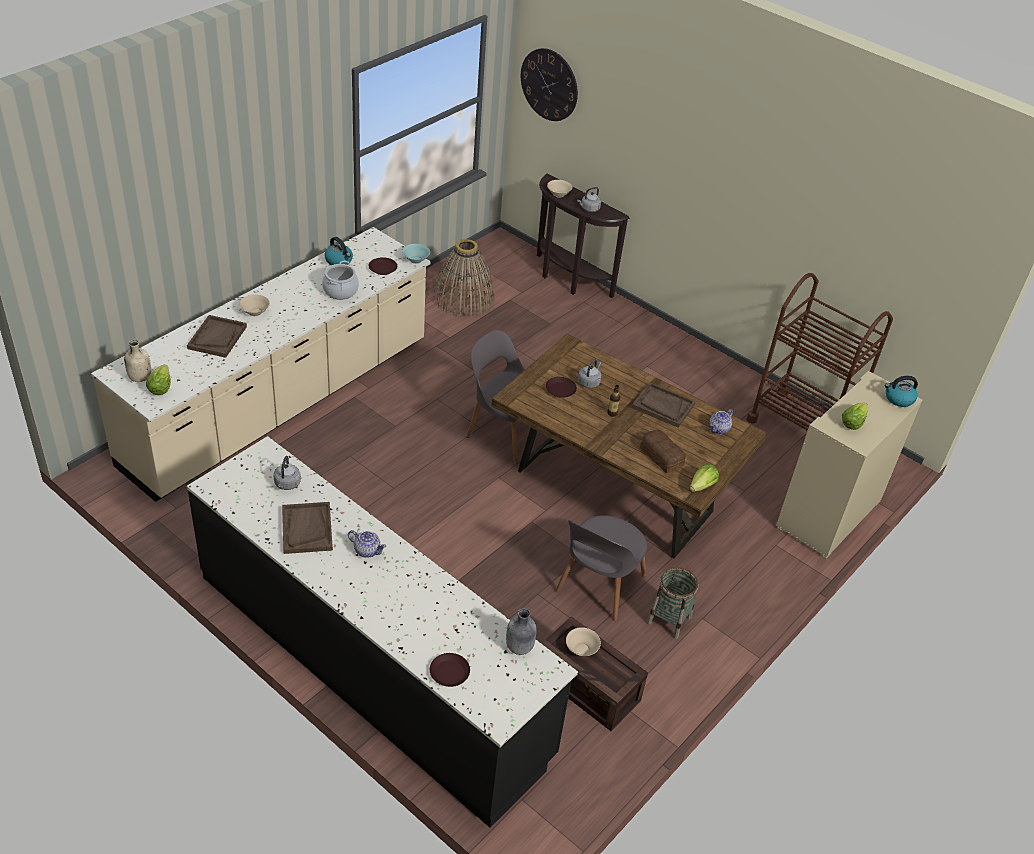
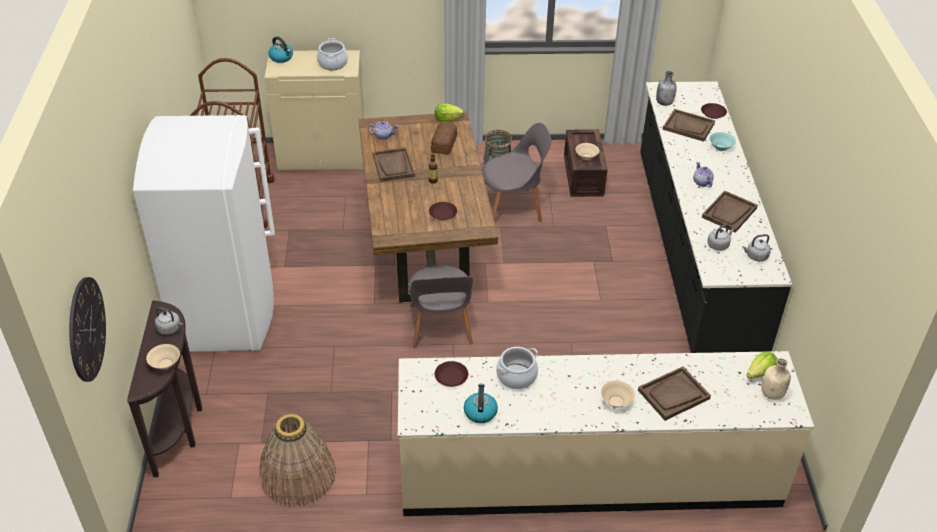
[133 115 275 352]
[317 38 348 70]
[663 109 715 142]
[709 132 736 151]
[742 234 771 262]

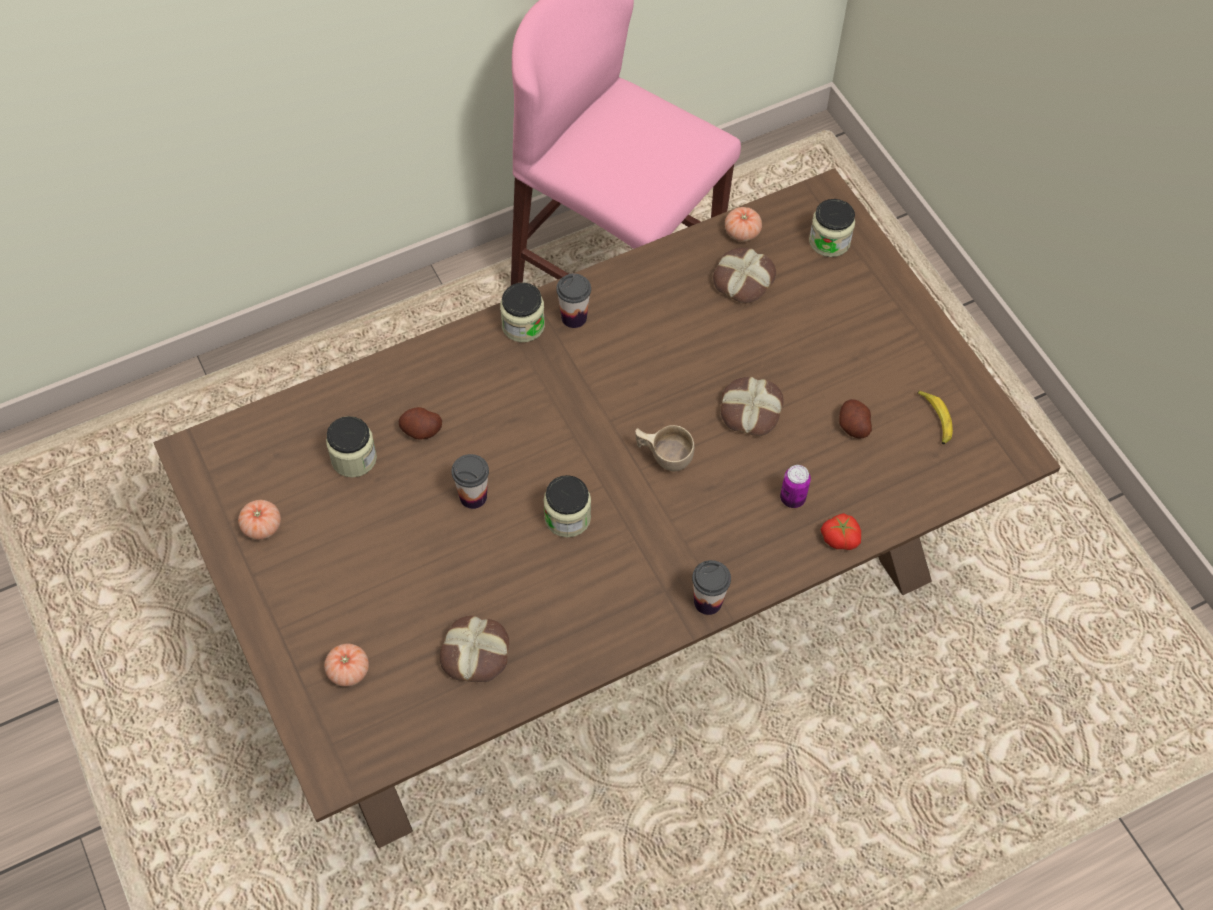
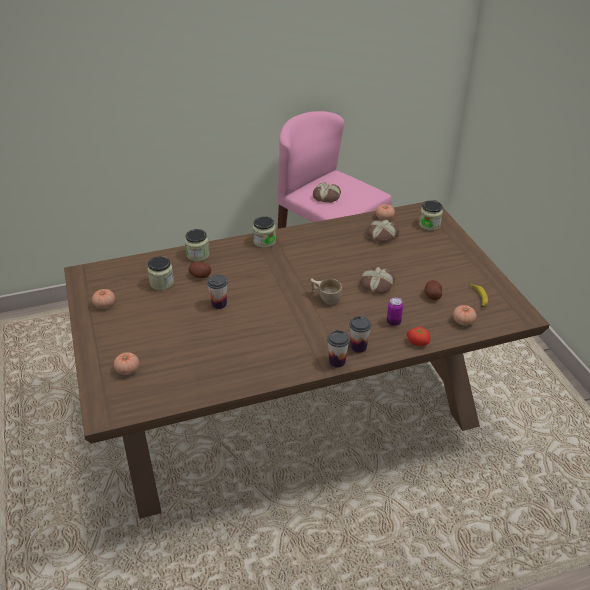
[185 229 210 261]
[313 182 341 203]
[350 316 371 353]
[453 305 476 325]

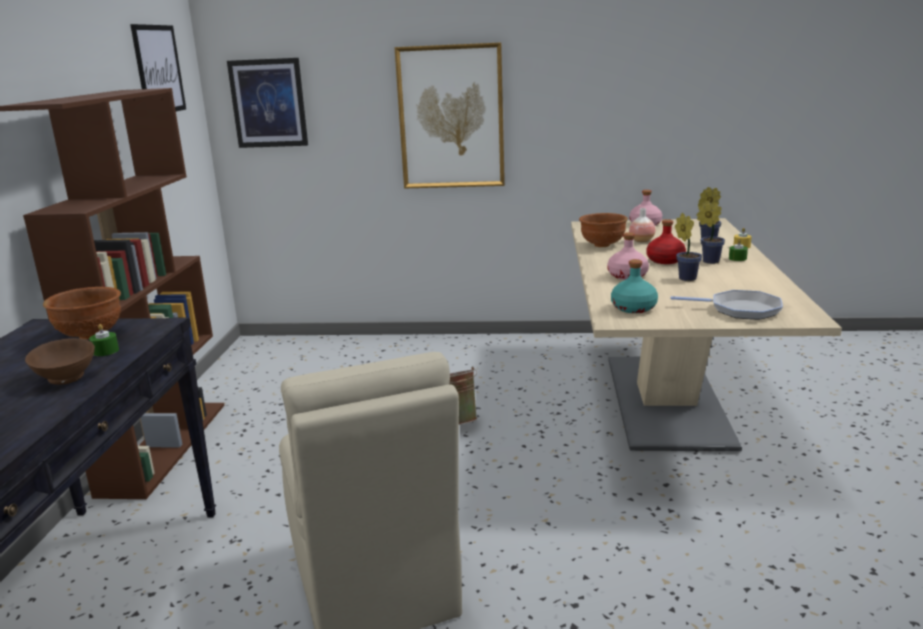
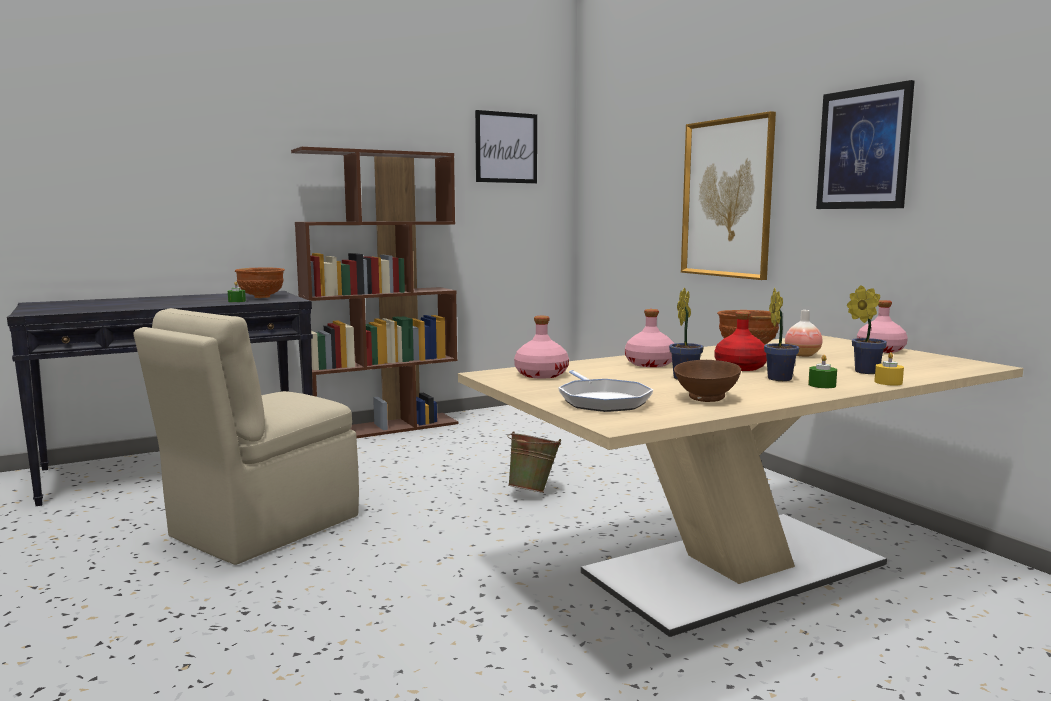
[514 316 569 378]
[674 360 741 402]
[816 80 915 209]

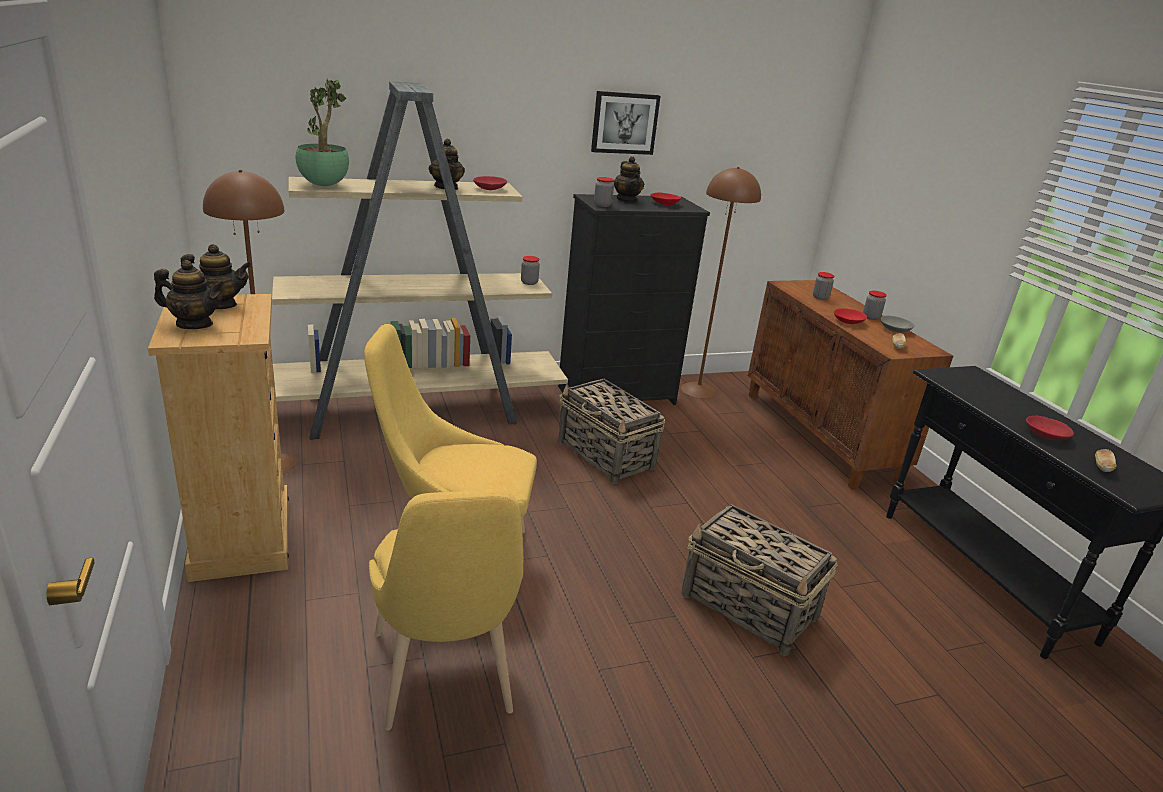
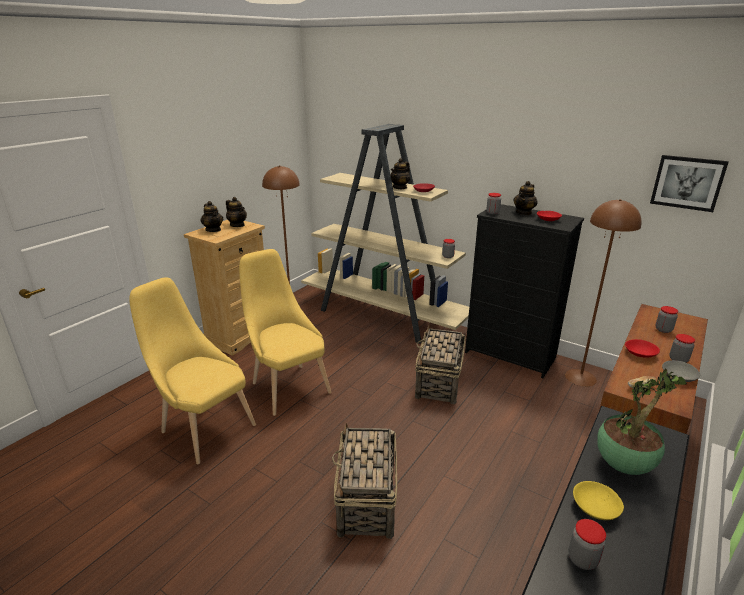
[129 277 256 464]
[568 519 606 570]
[573 481 624 520]
[597 369 687 475]
[650 155 729 212]

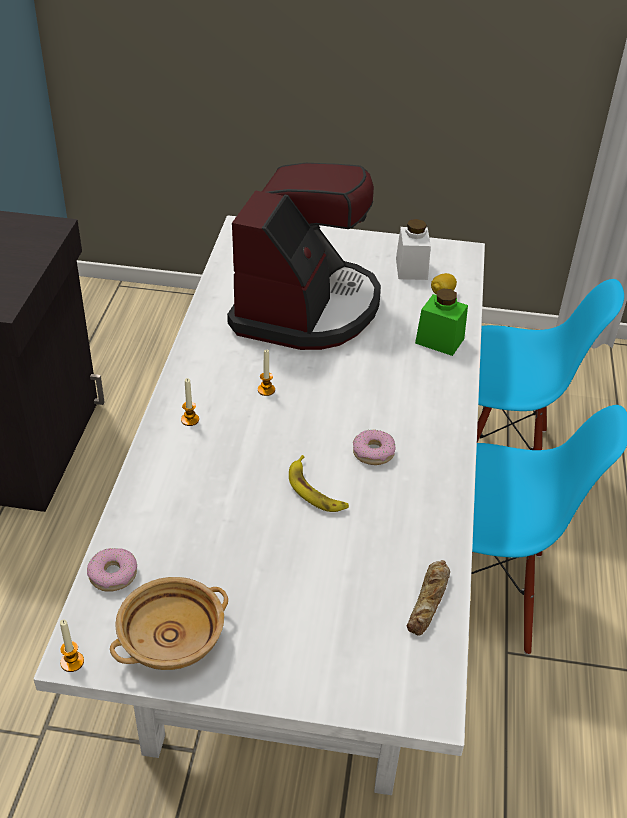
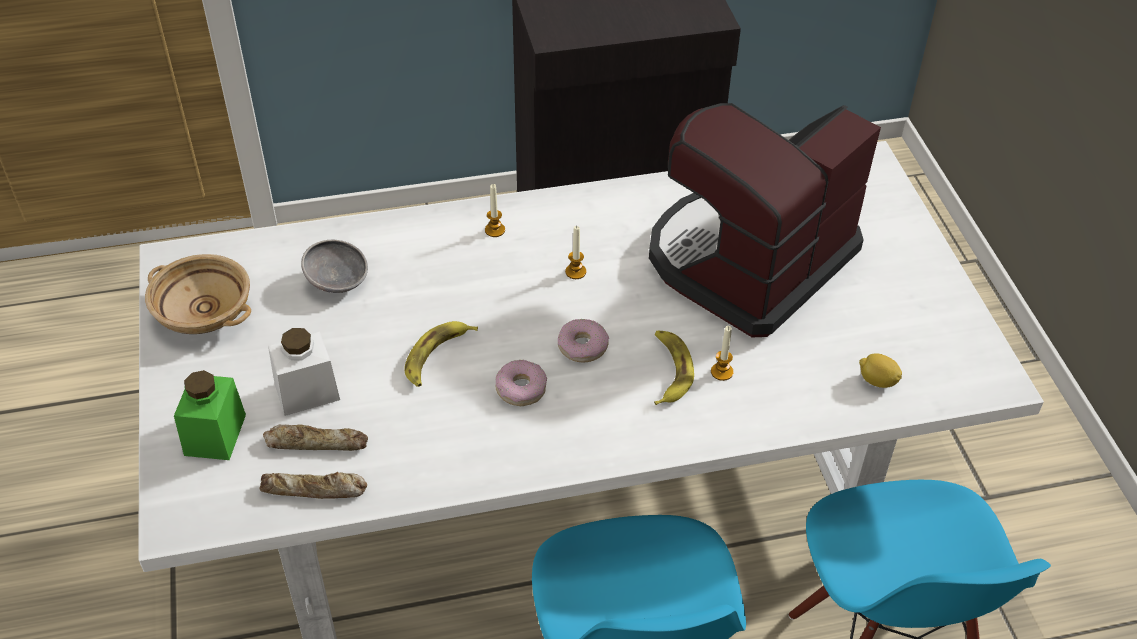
[174 370 246 460]
[263 424 368 451]
[268 328 340 416]
[301 240 368 293]
[558 319 609 362]
[649 103 881 337]
[654 331 694 405]
[711 326 734 381]

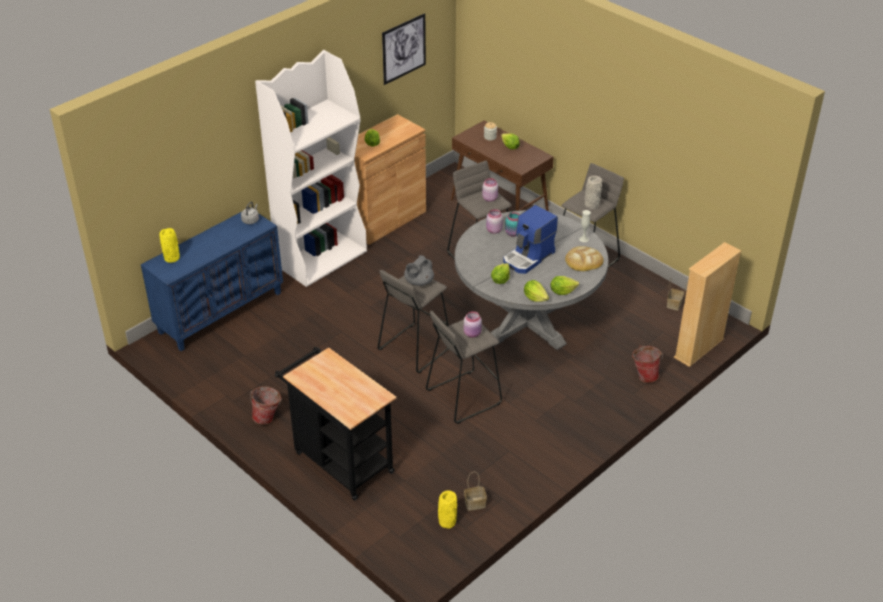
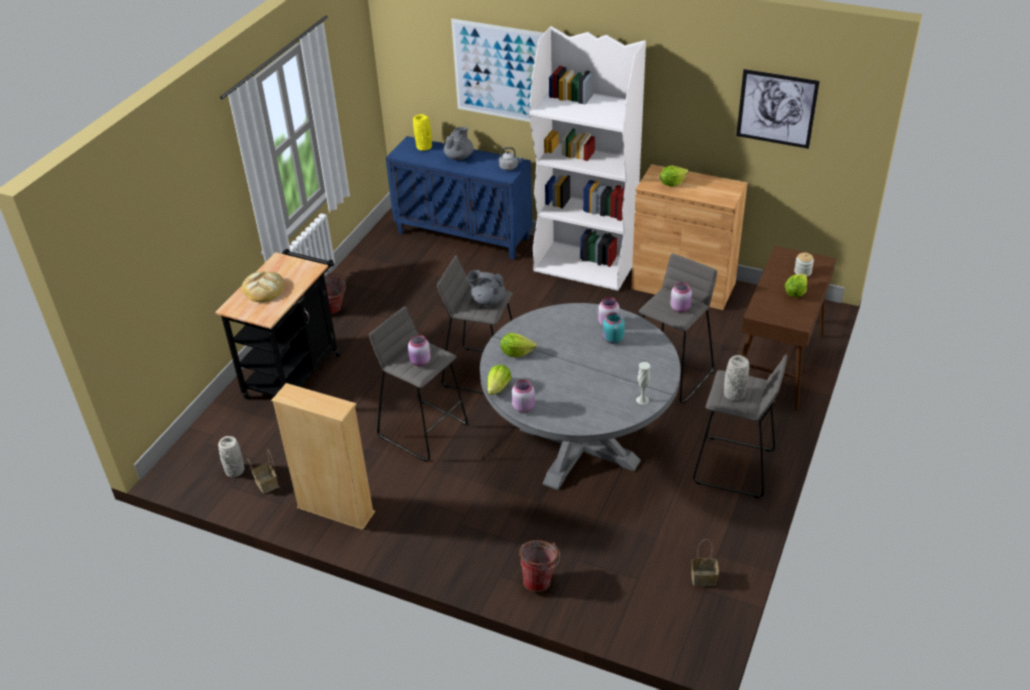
[218 436 245 477]
[242 272 285 302]
[271 383 375 530]
[444 127 474 160]
[451 19 544 122]
[512 380 535 413]
[503 205 558 274] (first image)

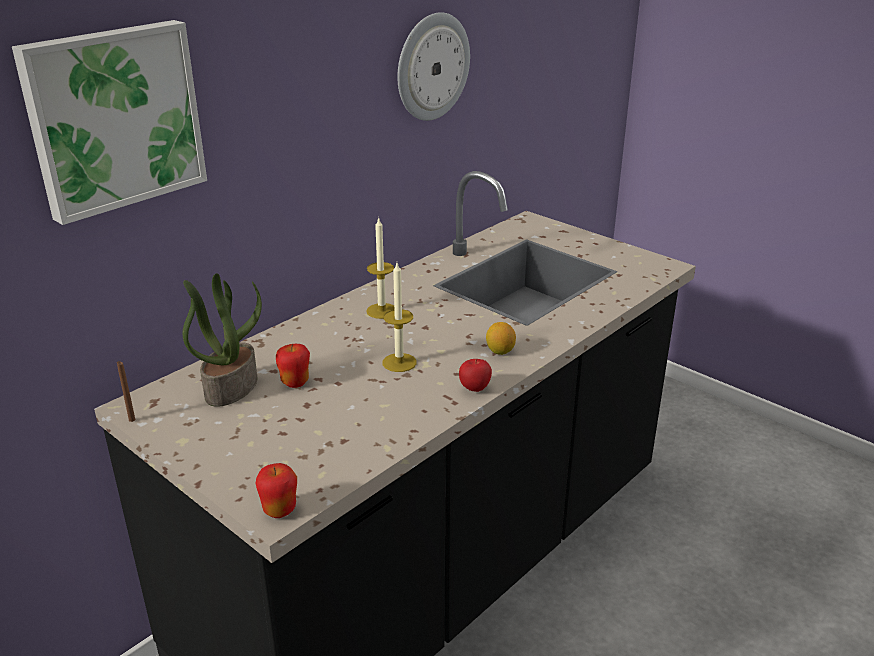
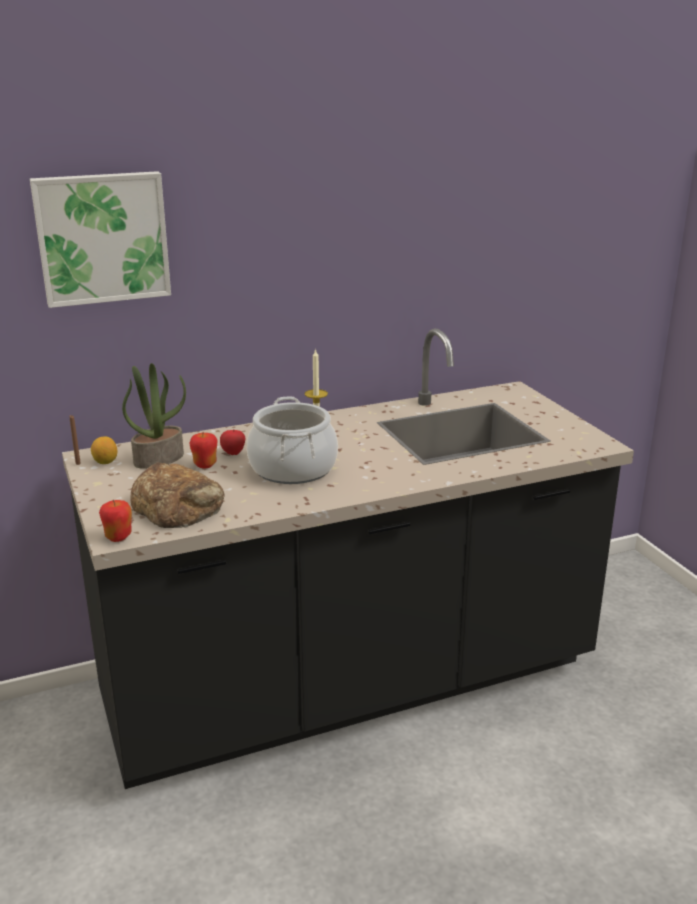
[91 436 117 464]
[131 462 224 528]
[220 429 245 455]
[247 397 338 484]
[398 12 470 121] (first image)

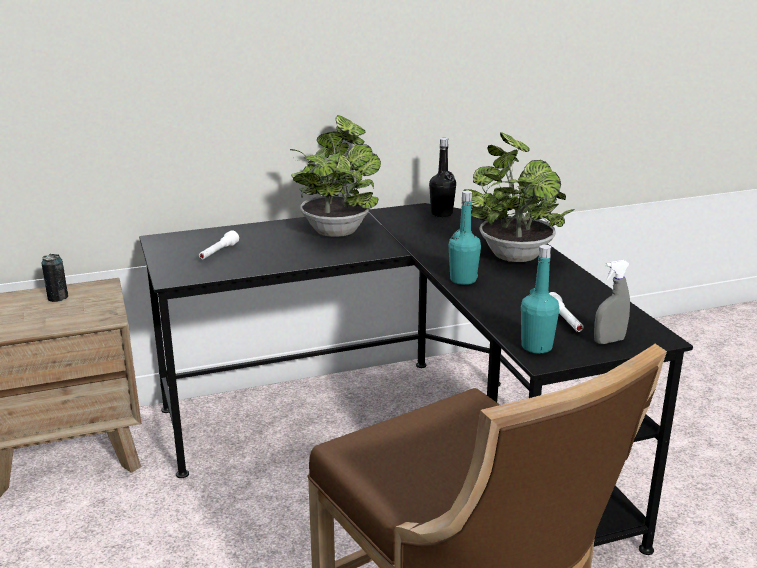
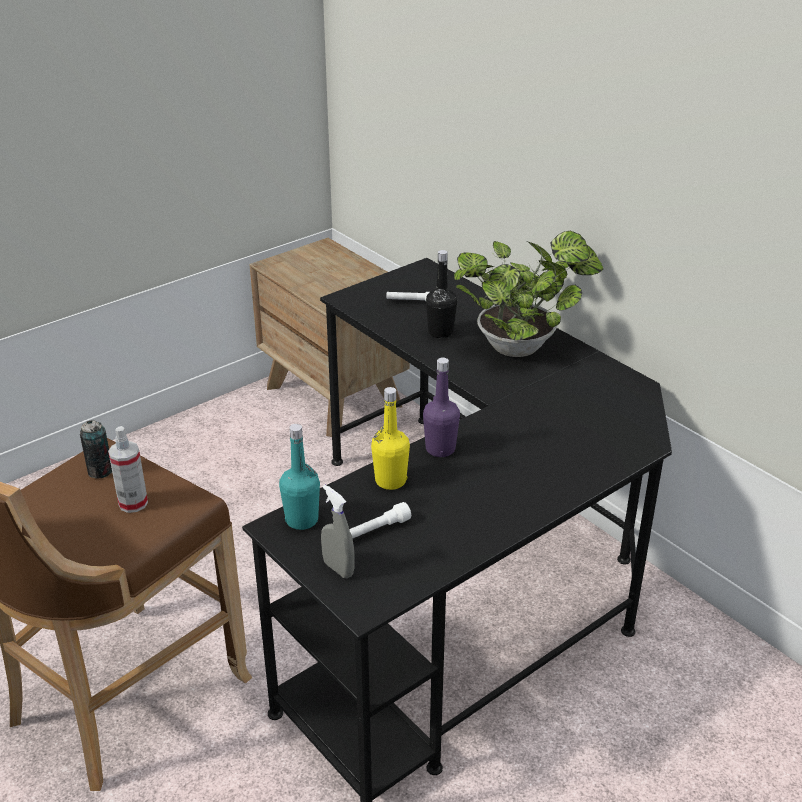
[80 420 112 479]
[108 426 148 513]
[371 387 410 490]
[423 357 460 457]
[426 250 457 338]
[463 132 574 262] (first image)

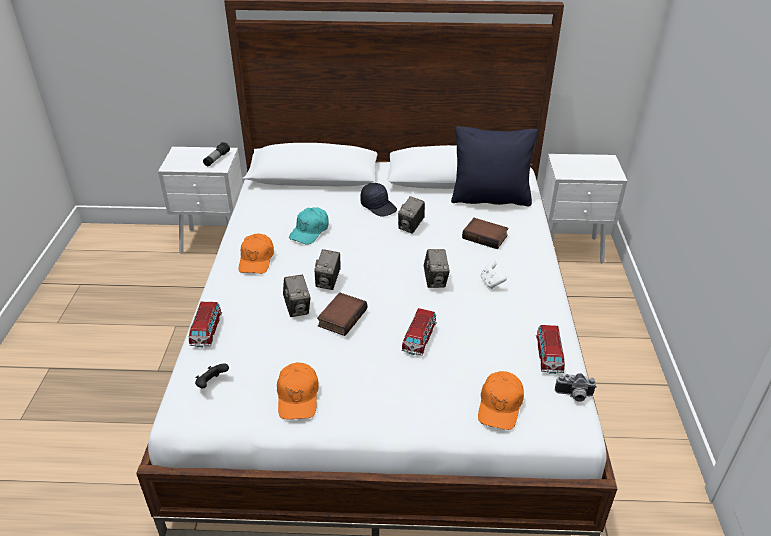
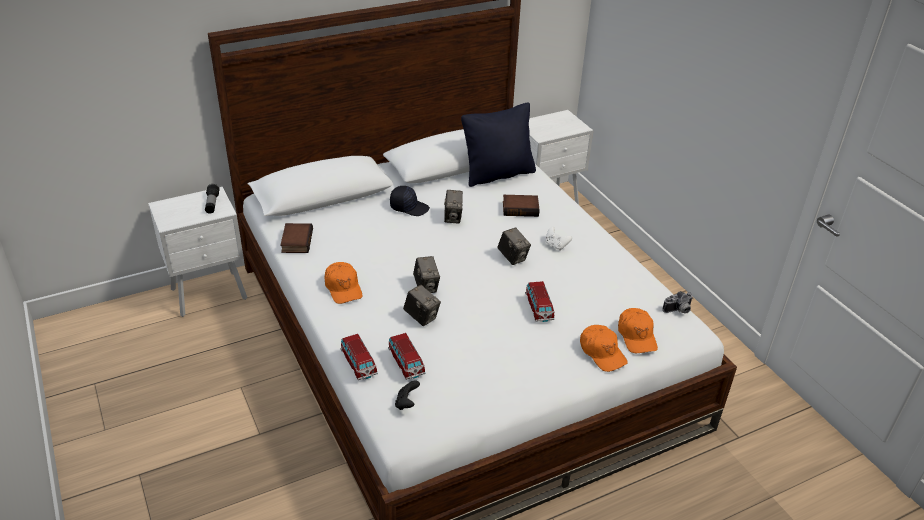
[280 223 313 253]
[388 333 426 380]
[580 325 628 372]
[289 207 329 245] (first image)

